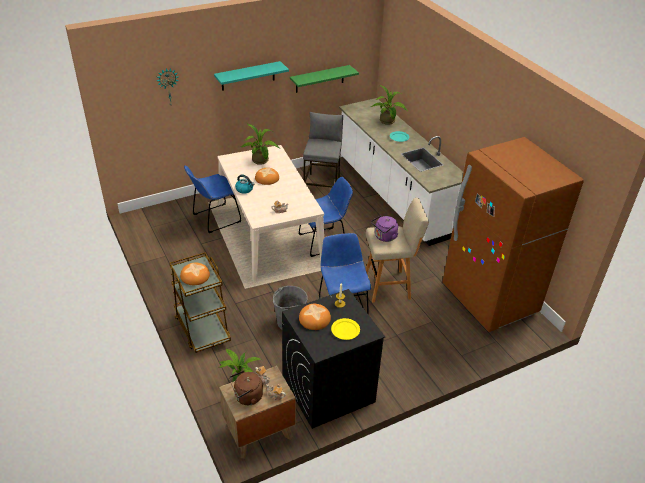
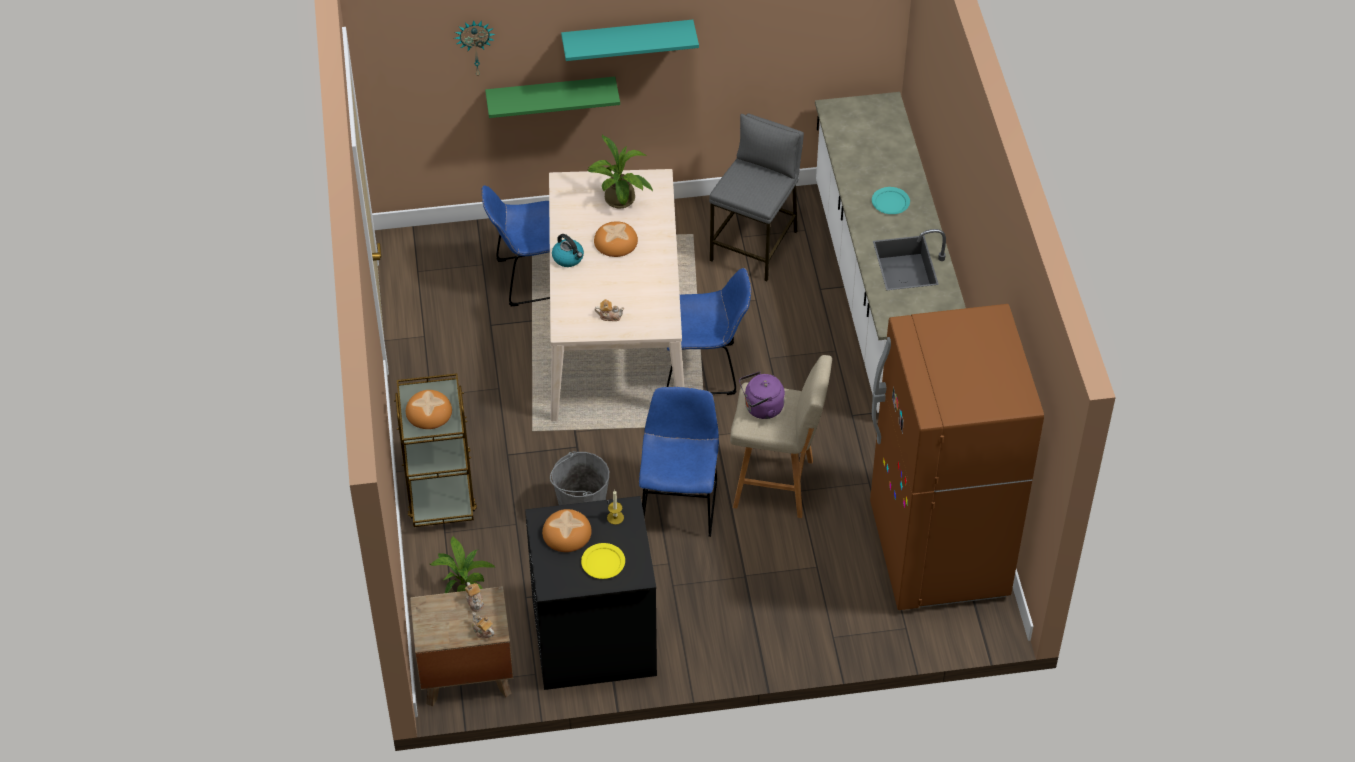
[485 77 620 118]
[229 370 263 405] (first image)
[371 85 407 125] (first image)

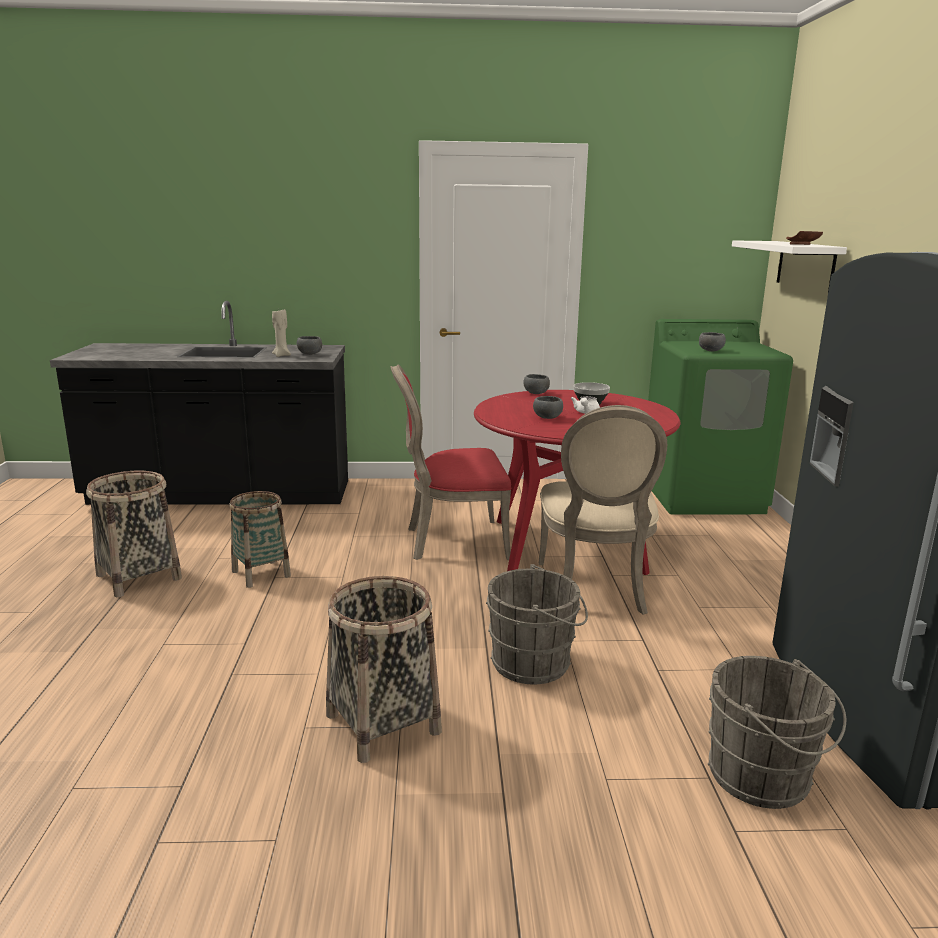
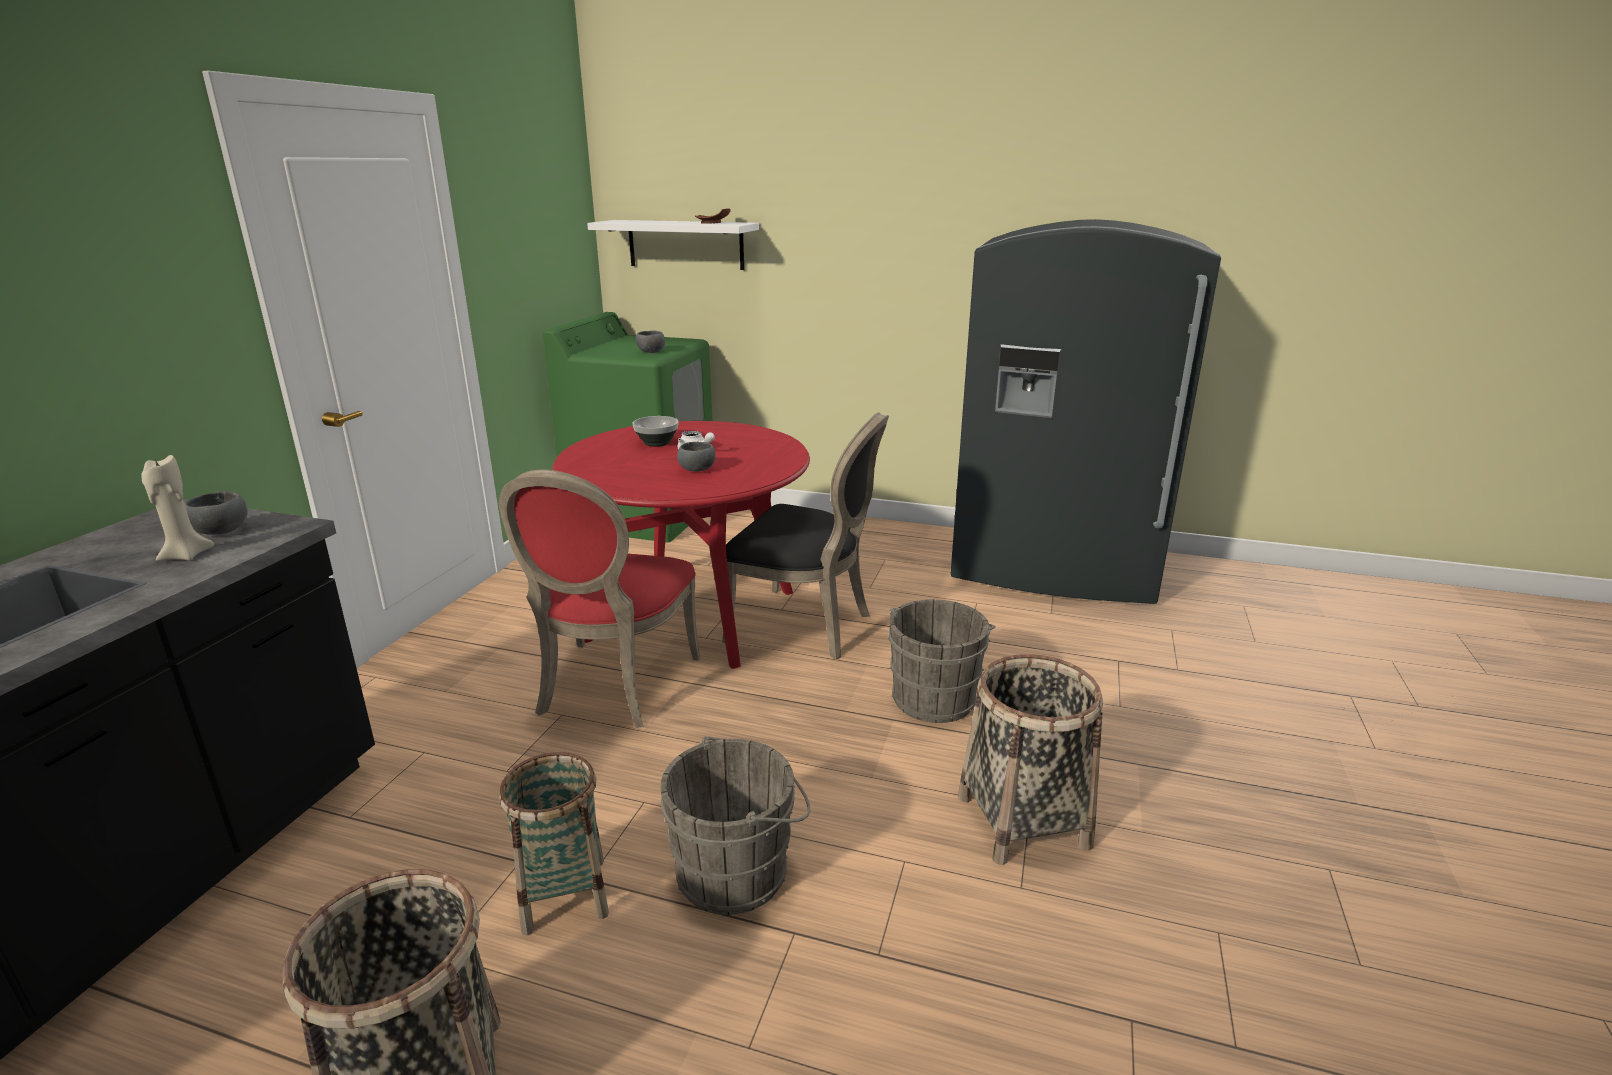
[660 736 810 915]
[722 412 889 660]
[523 374 550 394] (first image)

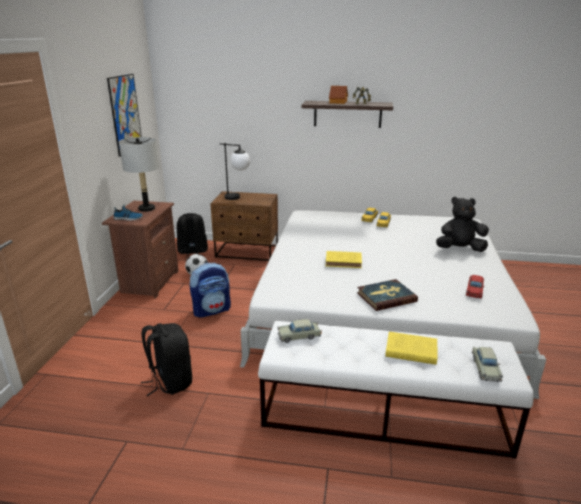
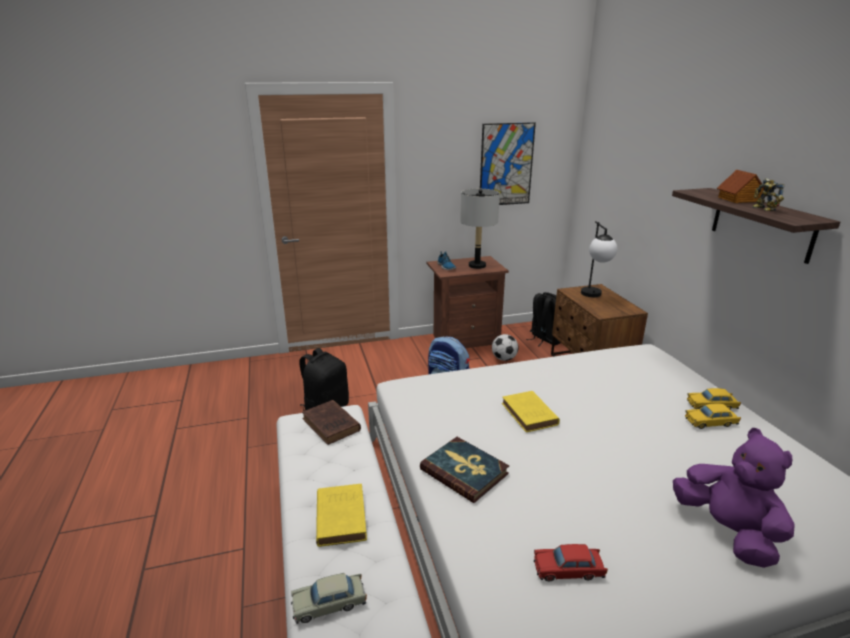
[302 400 361 445]
[673 428 795 568]

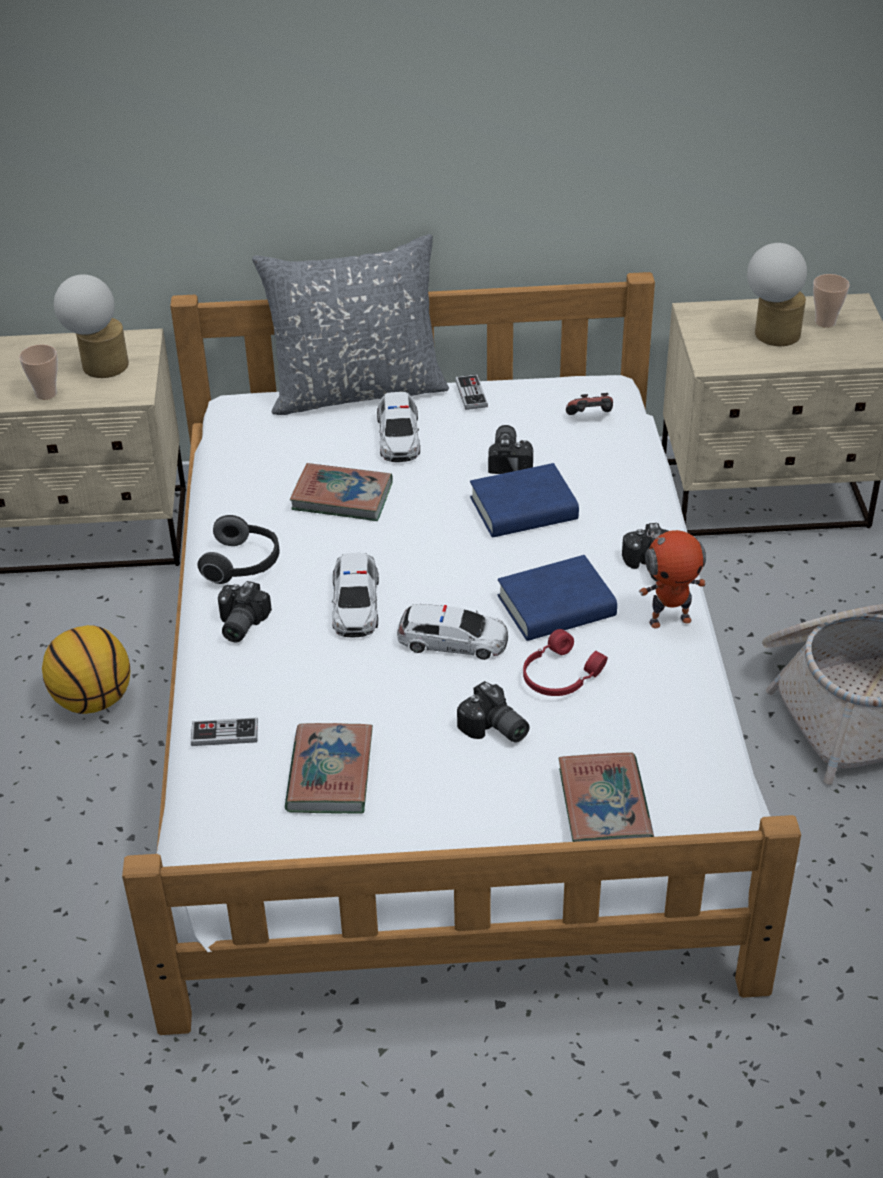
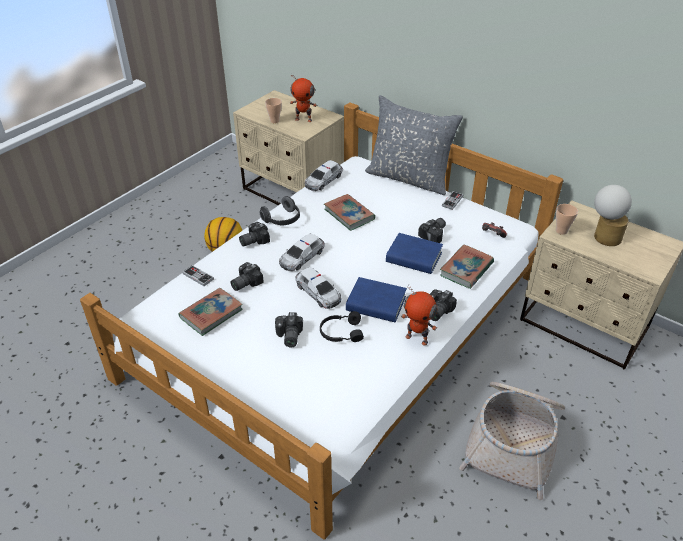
[231 262 264 291]
[290 74 317 122]
[304 160 343 191]
[320 311 364 342]
[440 244 494 289]
[556 204 578 235]

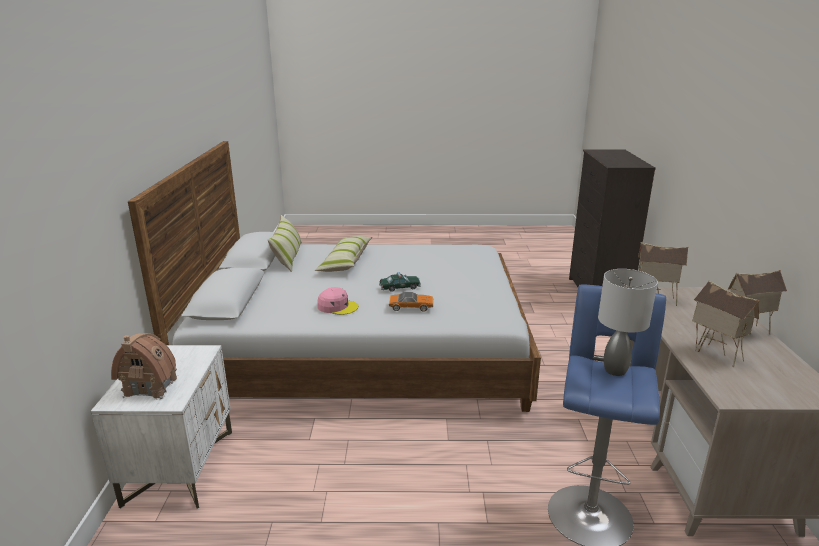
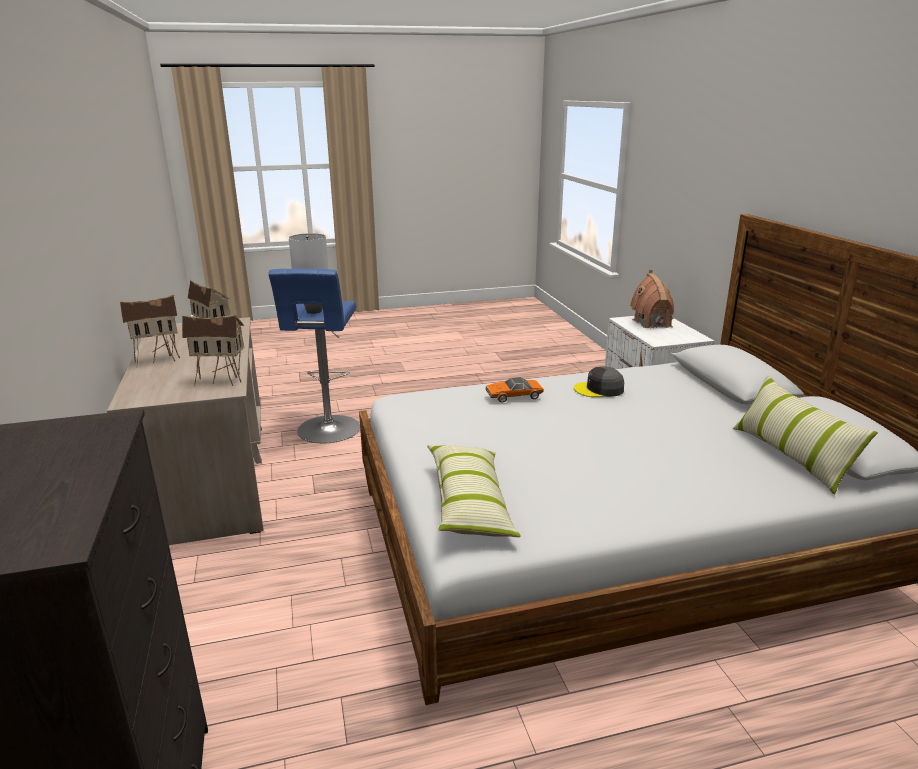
[427 445 521 537]
[574 366 624 397]
[379 272 421 292] (first image)

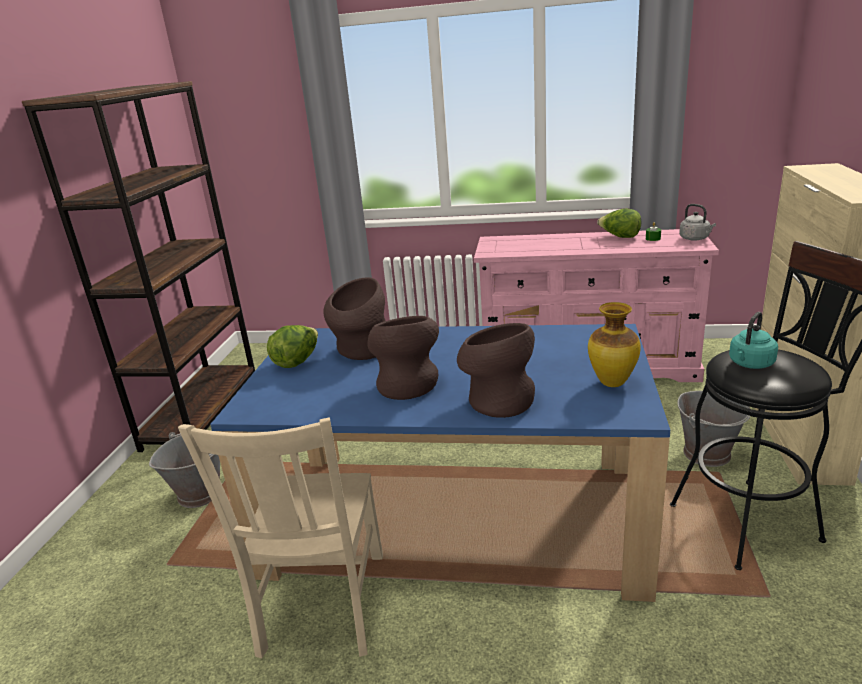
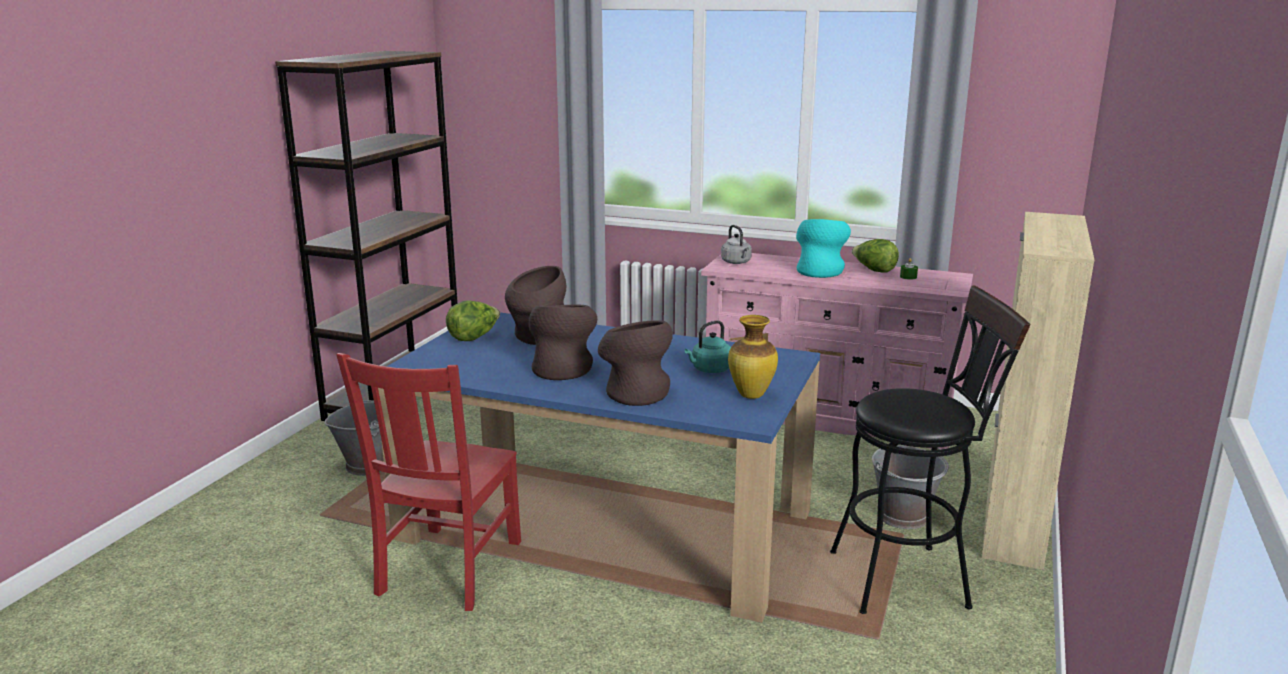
[336 353 521 611]
[684 320 731 373]
[721 225 752 264]
[796 219 851 278]

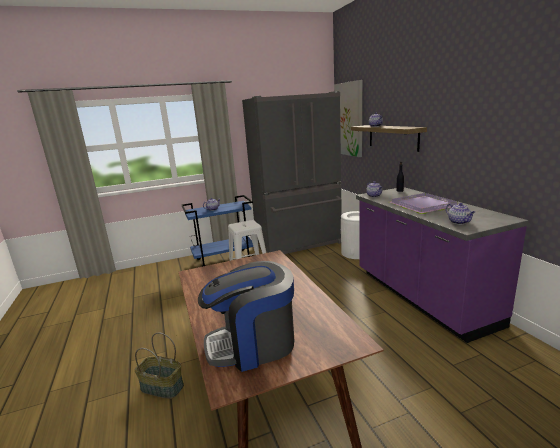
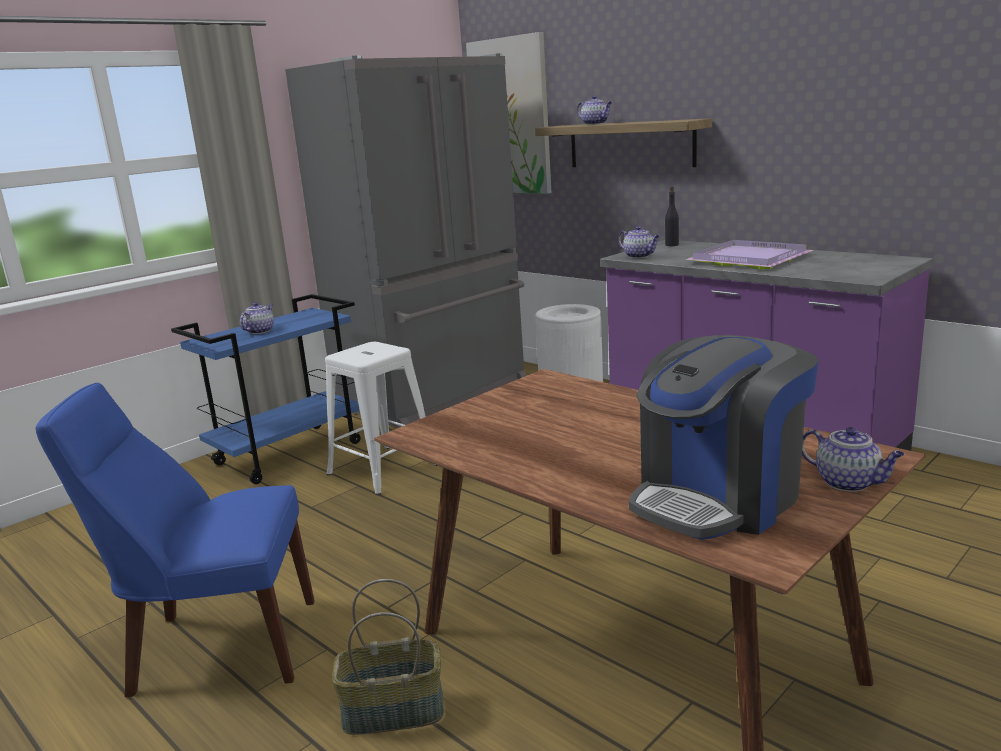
[36 383 315 697]
[802 427 905 492]

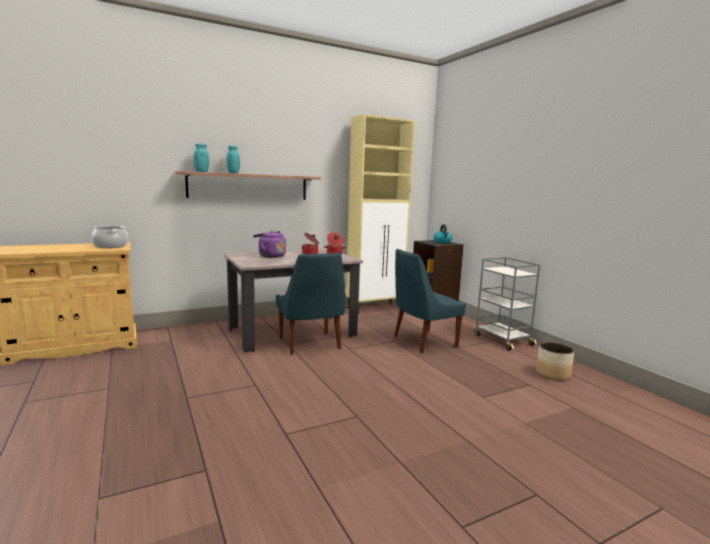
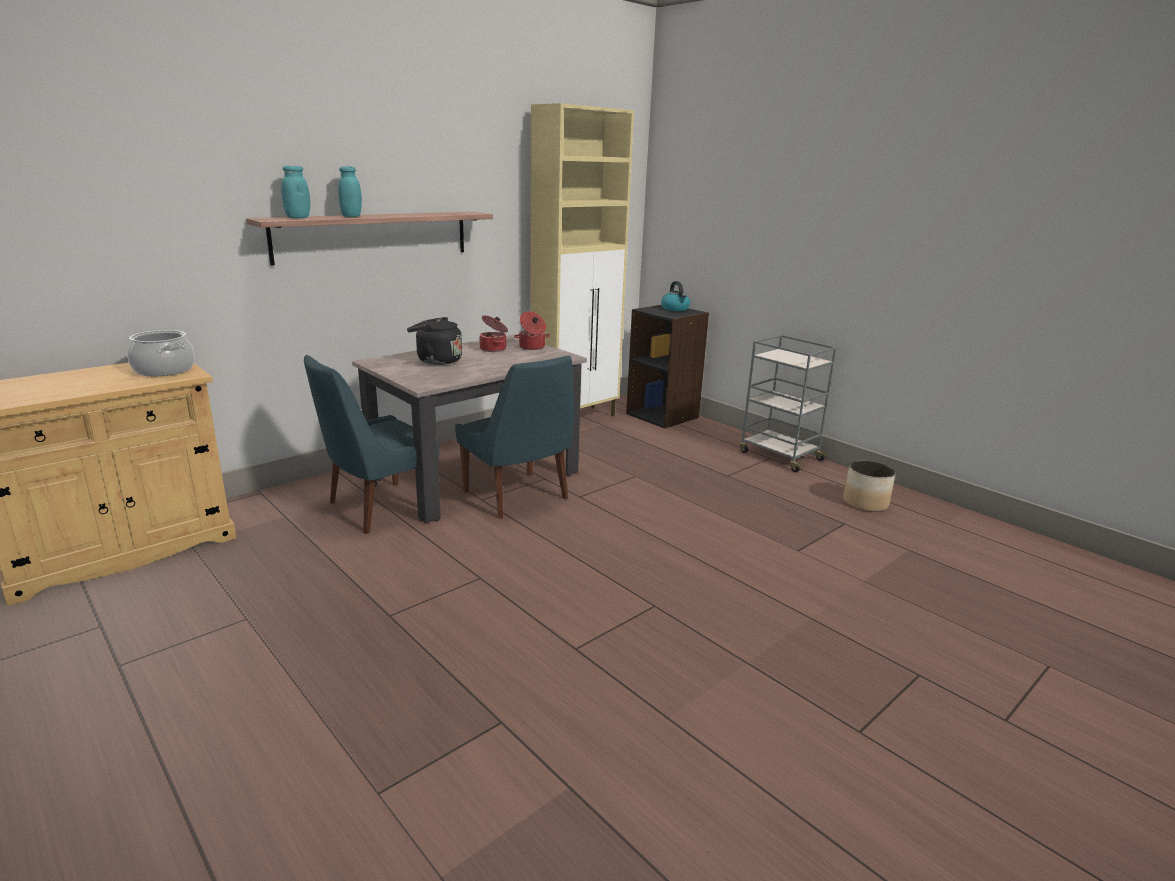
[304 355 439 534]
[407 317 462 365]

